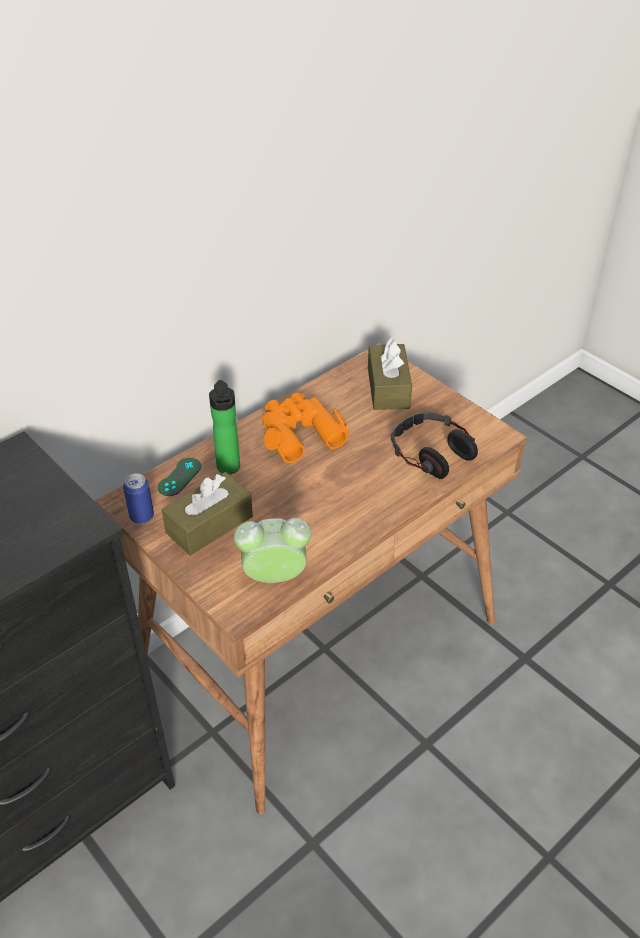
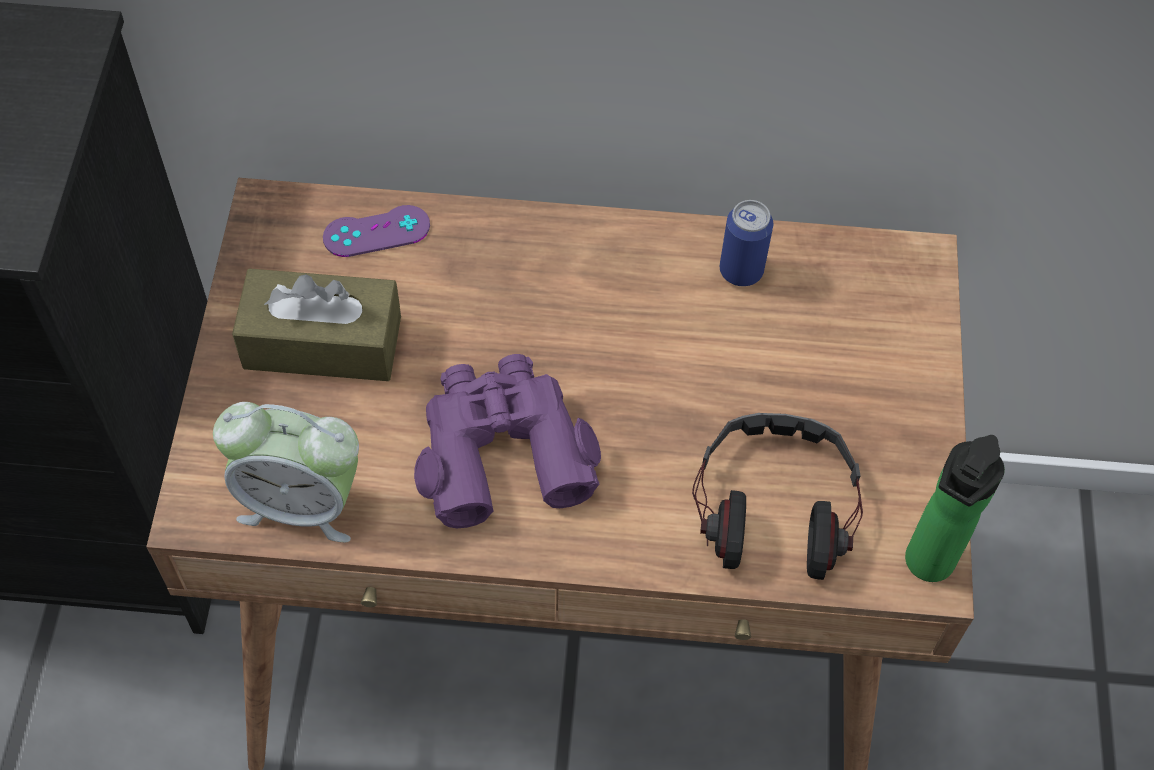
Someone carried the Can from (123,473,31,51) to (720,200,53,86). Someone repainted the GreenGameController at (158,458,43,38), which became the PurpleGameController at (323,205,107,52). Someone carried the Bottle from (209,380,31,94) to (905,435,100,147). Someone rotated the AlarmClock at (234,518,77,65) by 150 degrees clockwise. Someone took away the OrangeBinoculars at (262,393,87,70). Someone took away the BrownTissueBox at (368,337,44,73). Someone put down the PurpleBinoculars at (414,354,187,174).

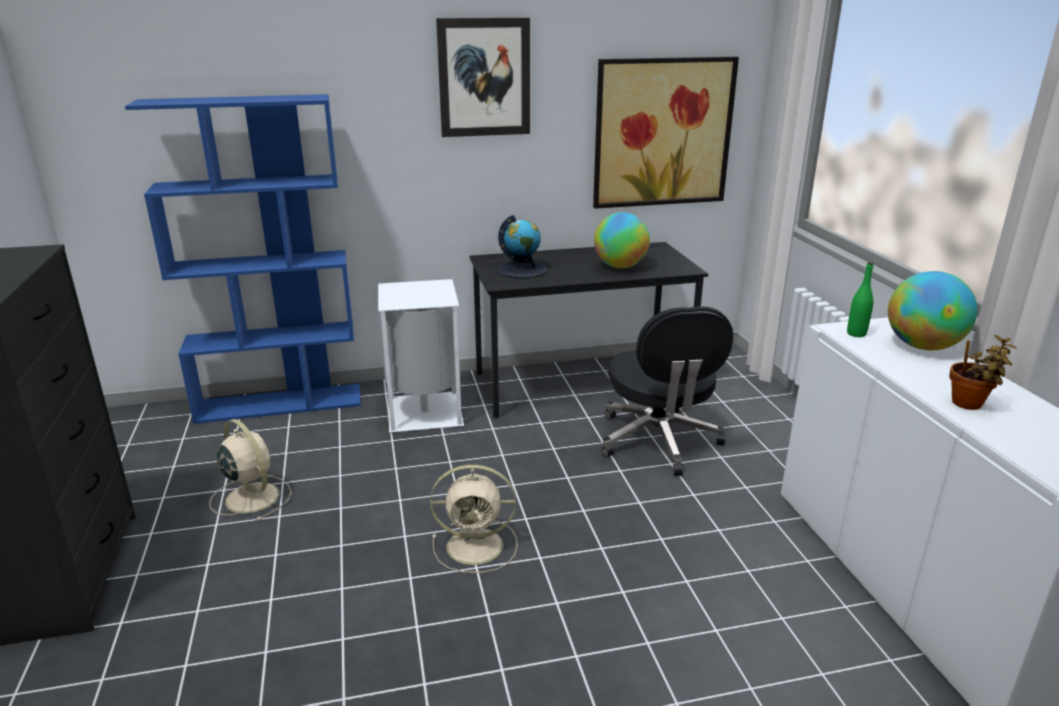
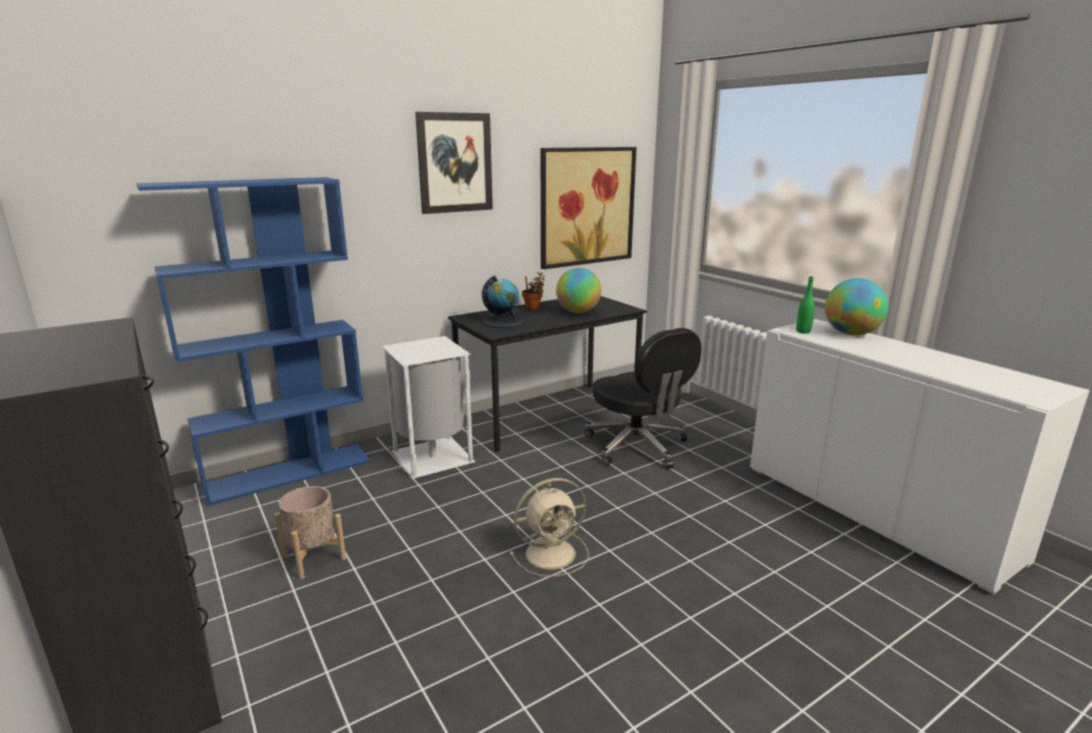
Someone swapped the BeigeFan at (209,419,83,102) for the BeigePlanter at (274,486,72,93). Someone carried the PottedPlant from (949,334,68,76) to (522,272,22,38).

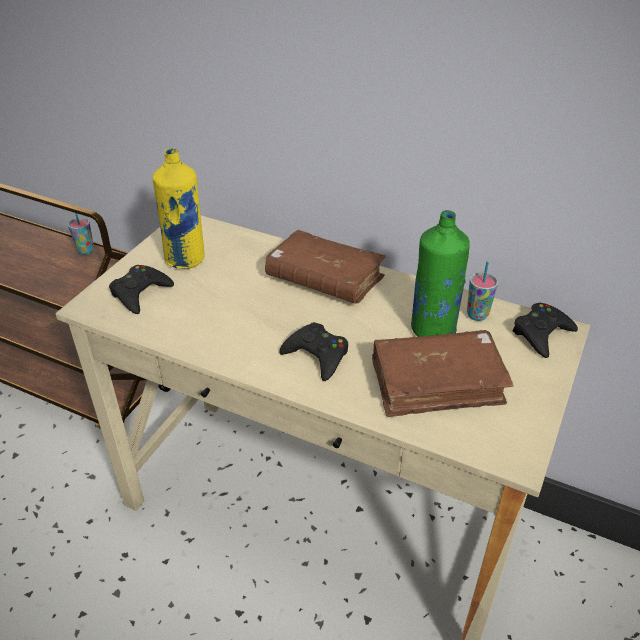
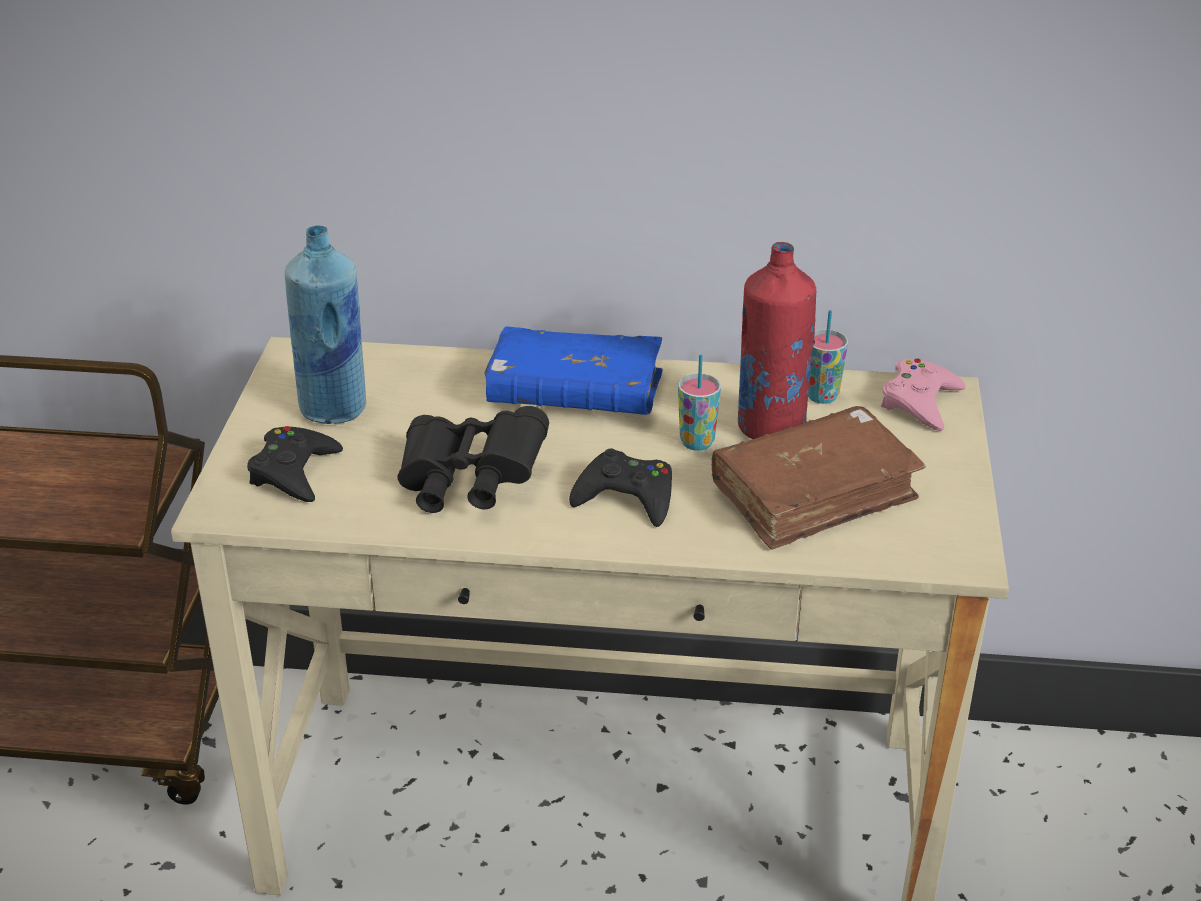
Someone carried the Cup from (68,213,26,42) to (678,354,43,97). Someone repainted the YellowBottle at (153,148,52,121), which became the BlueBottle at (285,225,81,199). Someone repainted the BrownBook at (265,230,121,74), which became the BlueBook at (485,326,177,89). Someone repainted the GreenBottle at (411,210,59,127), which became the RedBottle at (738,242,78,197). Someone repainted the BlackGameController at (512,303,66,55), which became the PinkGameController at (881,359,85,72). Someone put down the BlackBinoculars at (397,406,152,107).

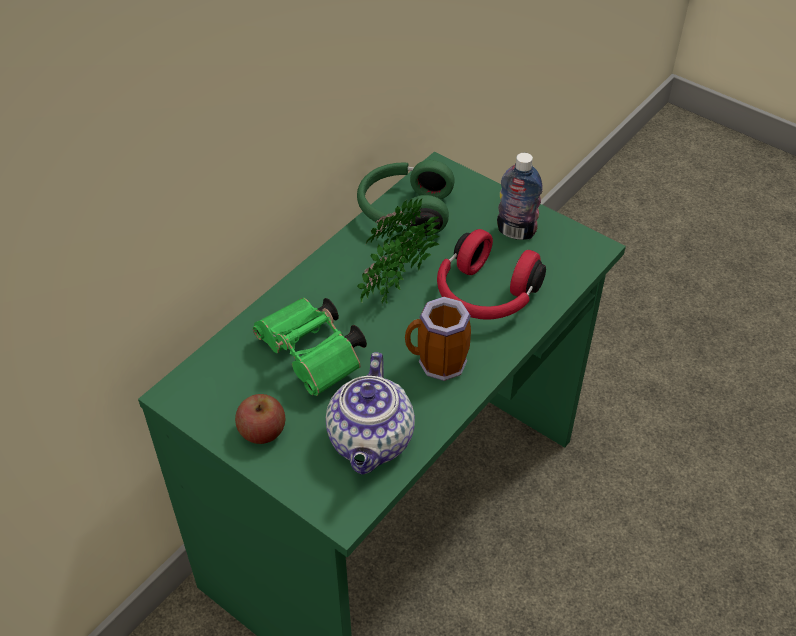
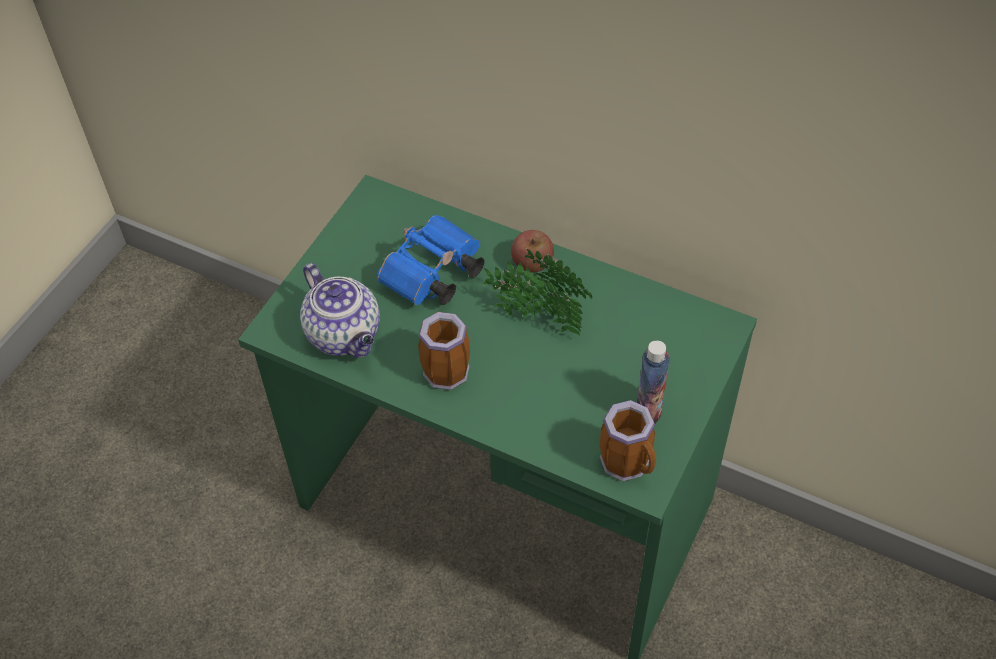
Someone carried the Apple from (235,394,50,50) to (511,230,43,43). Someone repainted the GreenBinoculars at (253,298,114,98), which became the BlueBinoculars at (377,215,108,90). Someone rotated the Teapot at (326,352,89,123) by 120 degrees counterclockwise. Someone took away the GreenHeadphones at (357,160,98,76). Someone took away the RedHeadphones at (437,229,109,90). Someone put down the Mug at (600,400,56,81).

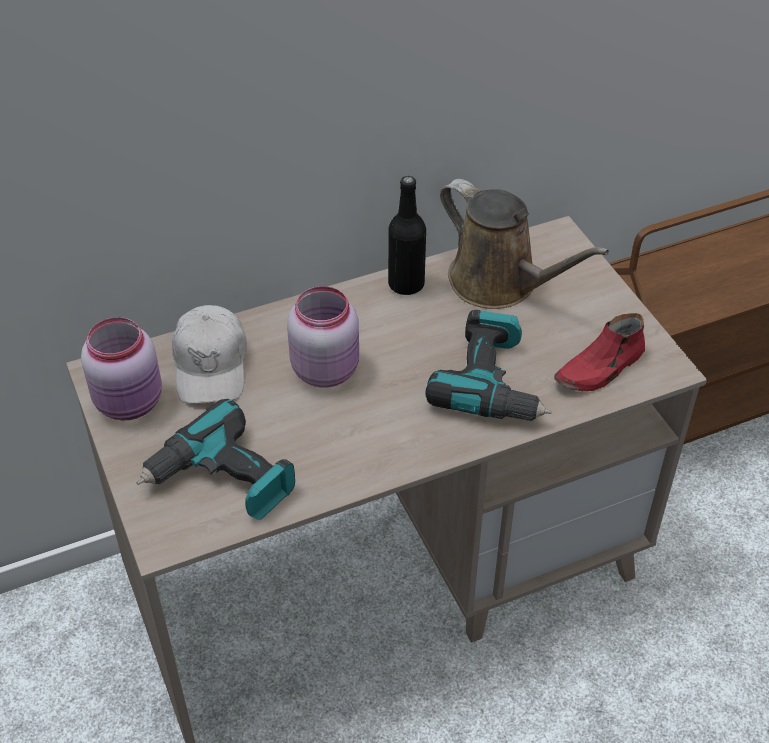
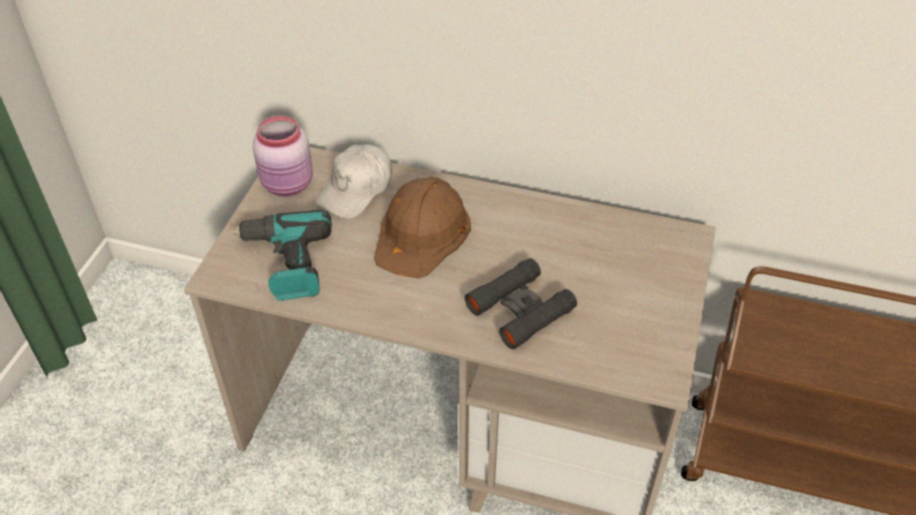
Someone swapped the PinkJar at (287,286,72,102) for the BrownHardHat at (374,177,97,102). Someone took away the BlackBottle at (388,176,38,119). Someone swapped the PowerDrill at (425,310,127,111) for the BlackBinoculars at (465,258,112,91). Someone took away the BrownWateringCan at (440,179,169,130). Someone took away the RedShoe at (554,313,91,78).

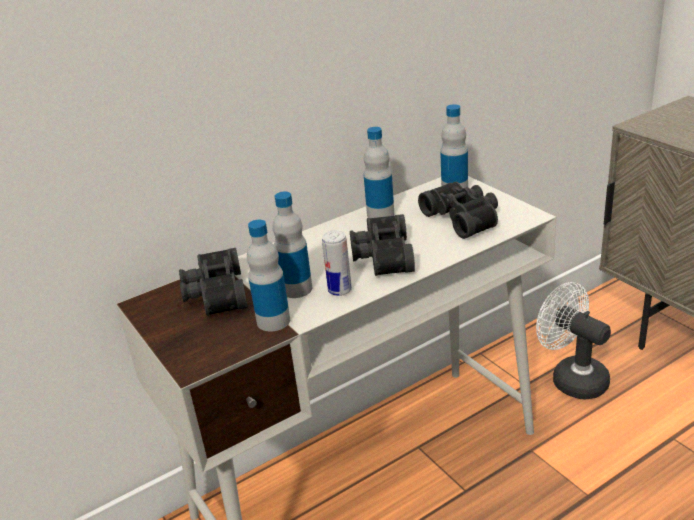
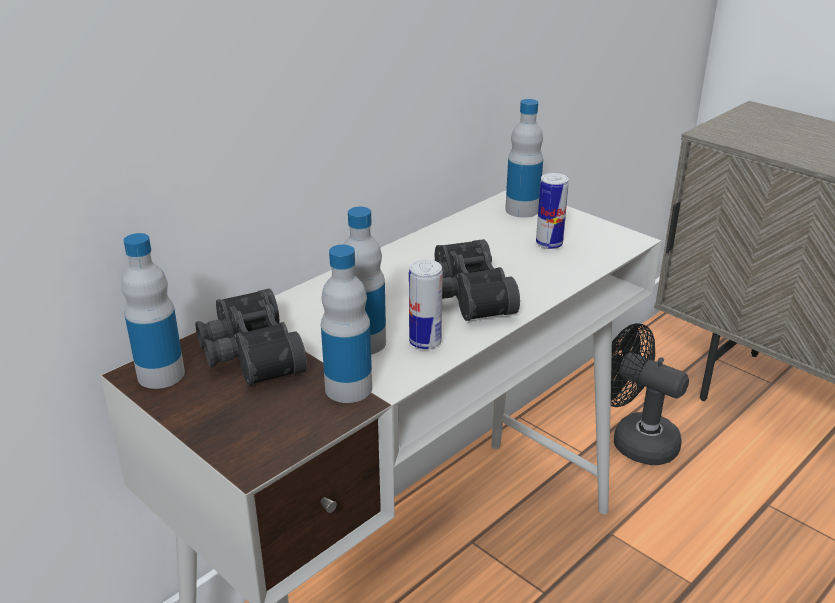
Someone carried the Bottle from (364,127,30,91) to (122,233,63,156). Someone swapped the BlackBinoculars at (418,182,80,57) for the Can at (536,173,33,76). Someone repainted the WhiteFan at (536,282,75,117), which became the BlackFan at (611,323,78,142).

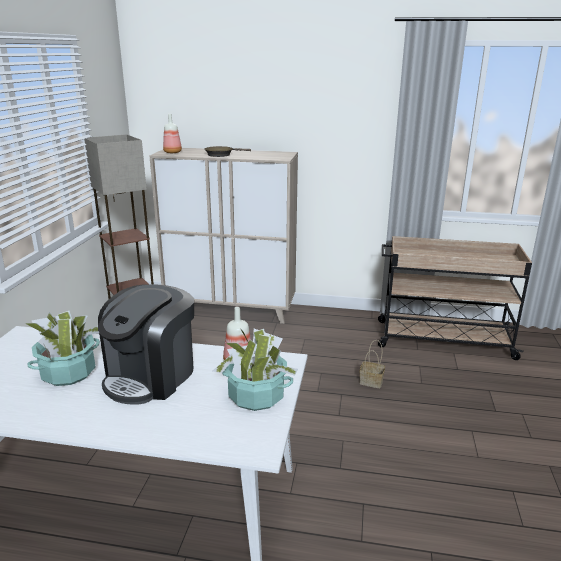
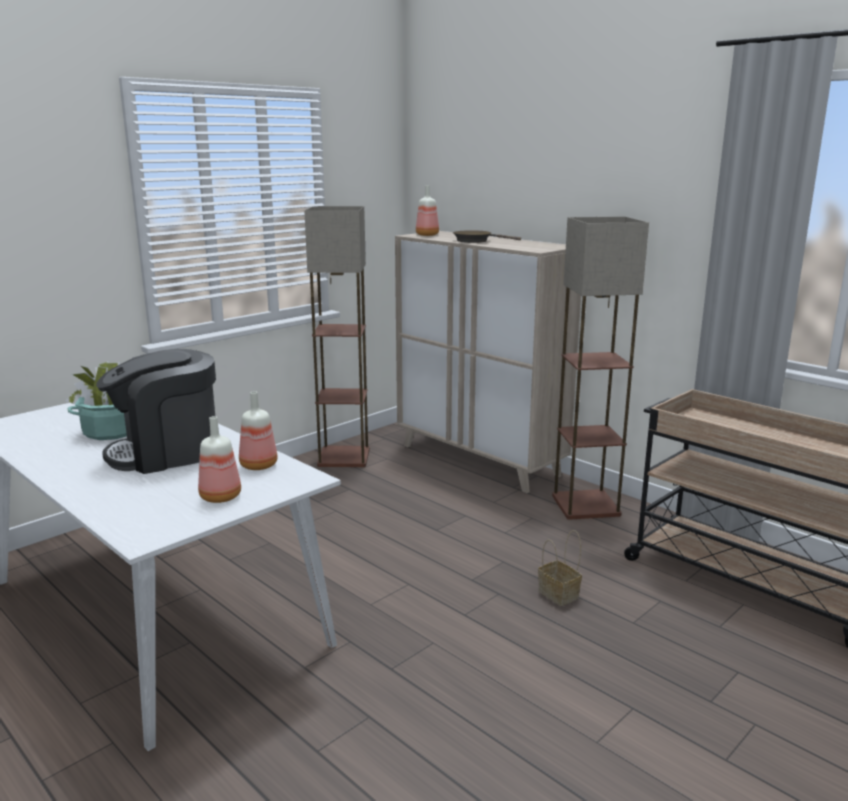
Someone swapped the PottedPlant at (213,328,85,83) for the Bottle at (198,416,43,87). Someone put down the FloorLamp at (552,217,97,303).

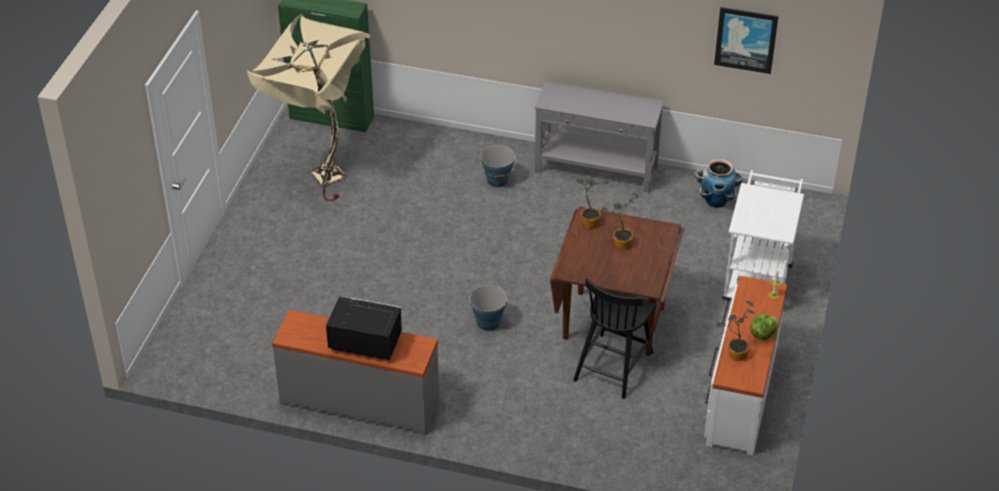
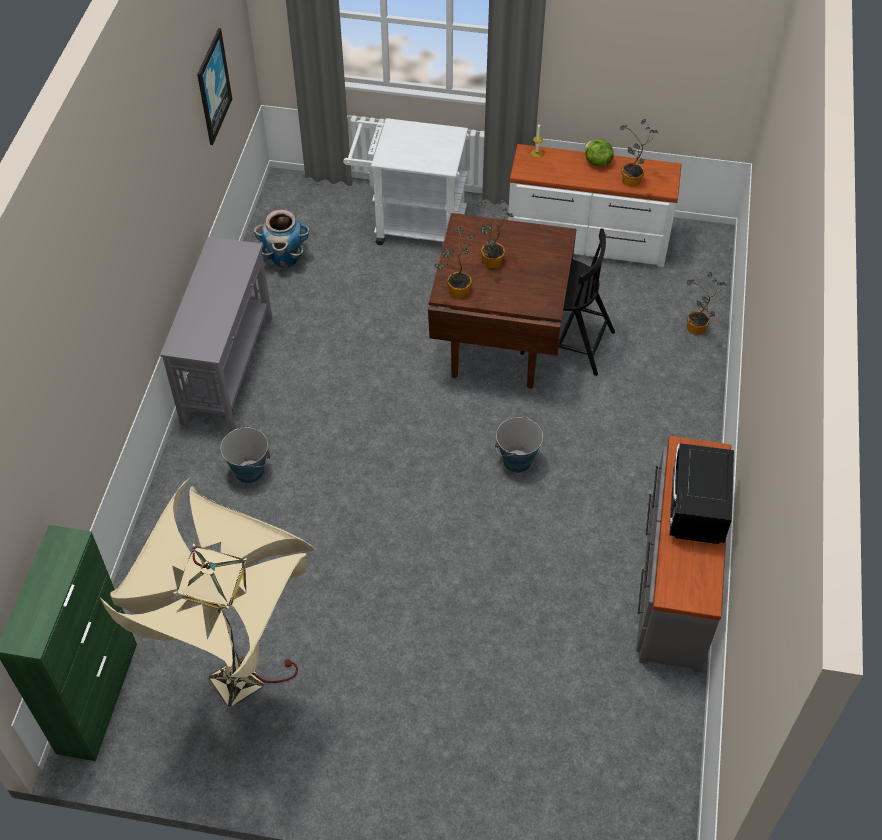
Someone put down the PottedPlant at (687,272,39,63).

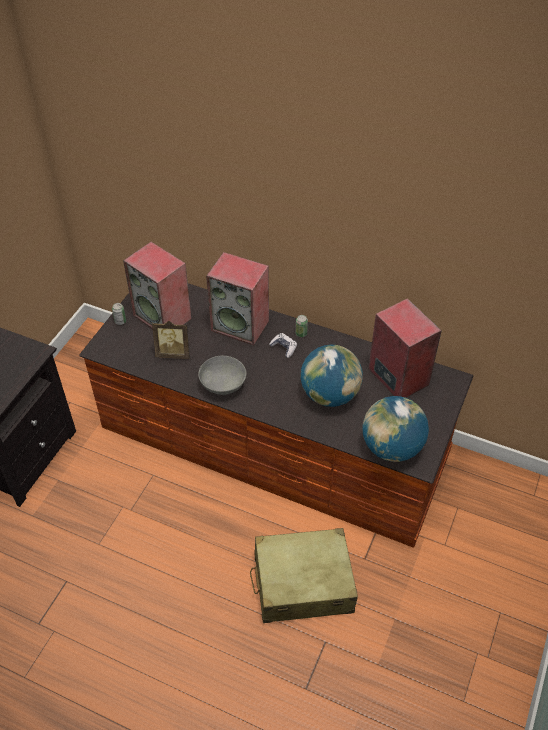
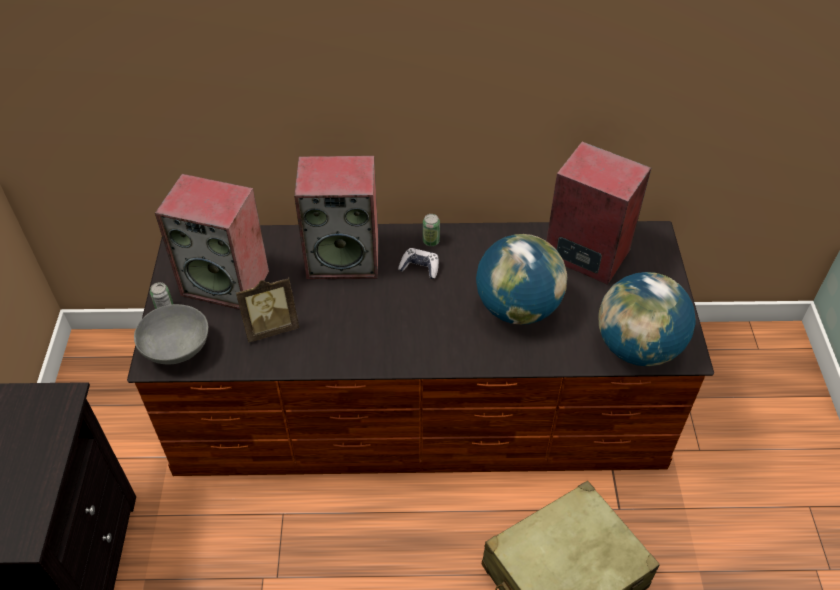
Someone carried the GreyBowl from (198,356,48,39) to (134,304,74,60).

